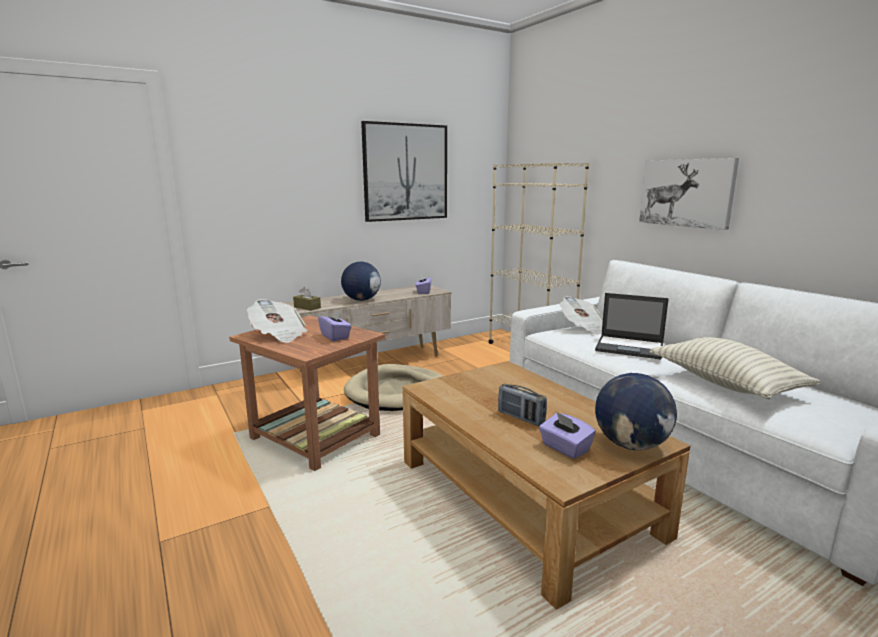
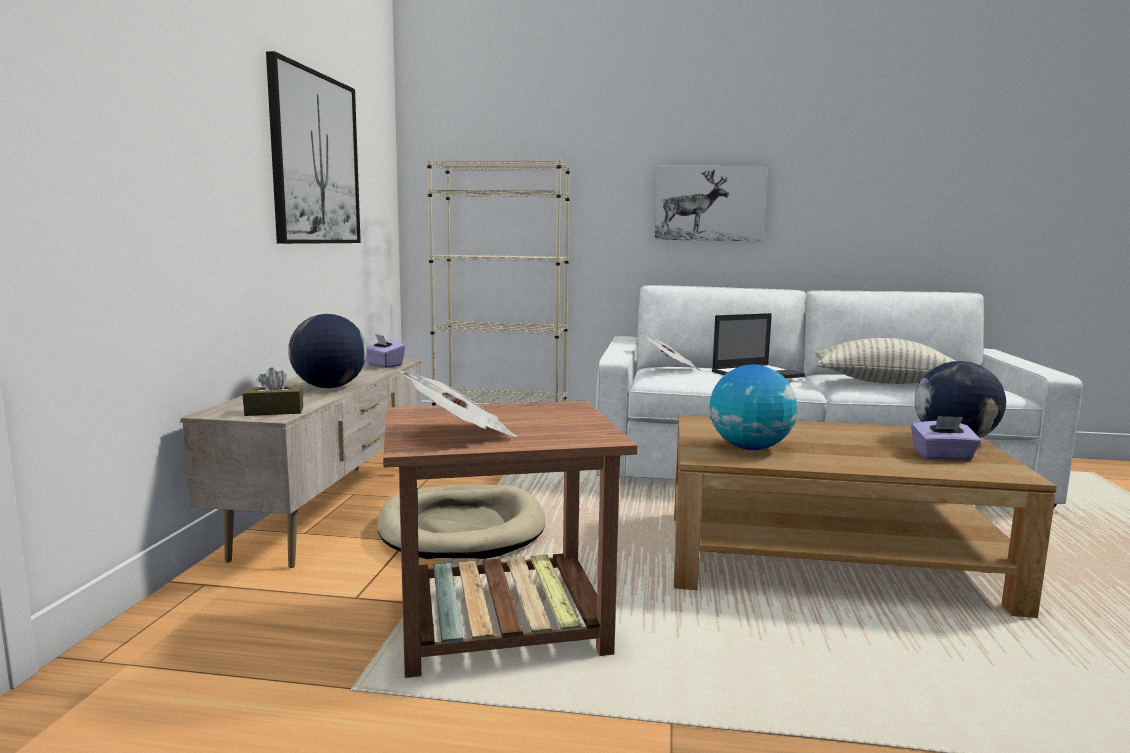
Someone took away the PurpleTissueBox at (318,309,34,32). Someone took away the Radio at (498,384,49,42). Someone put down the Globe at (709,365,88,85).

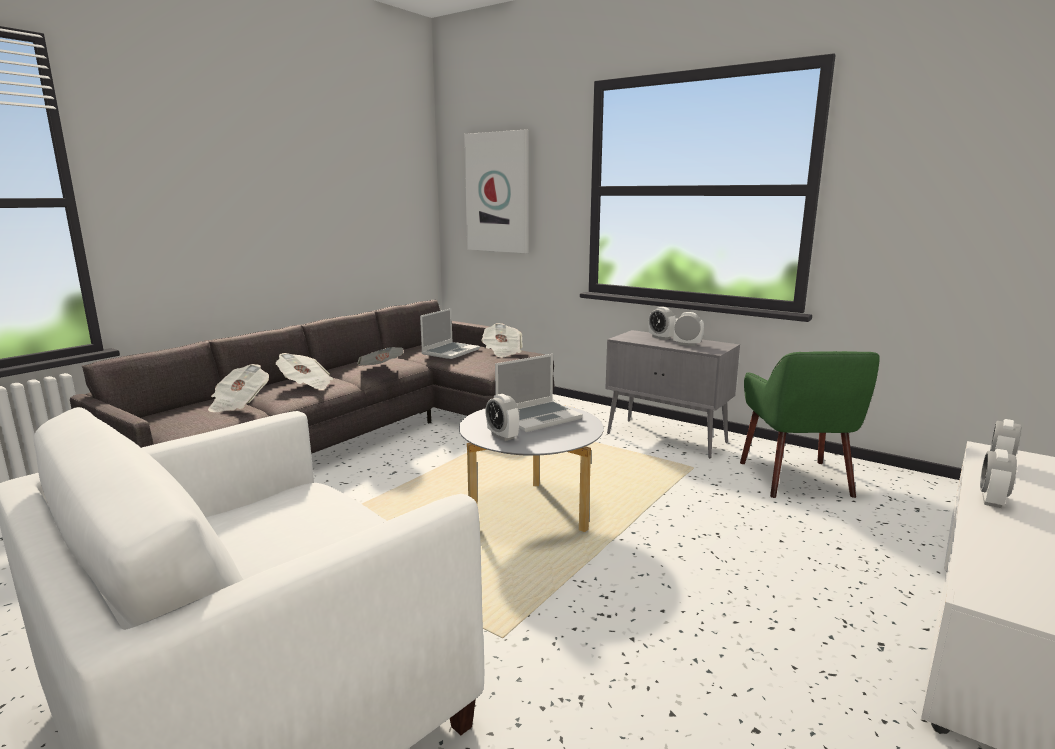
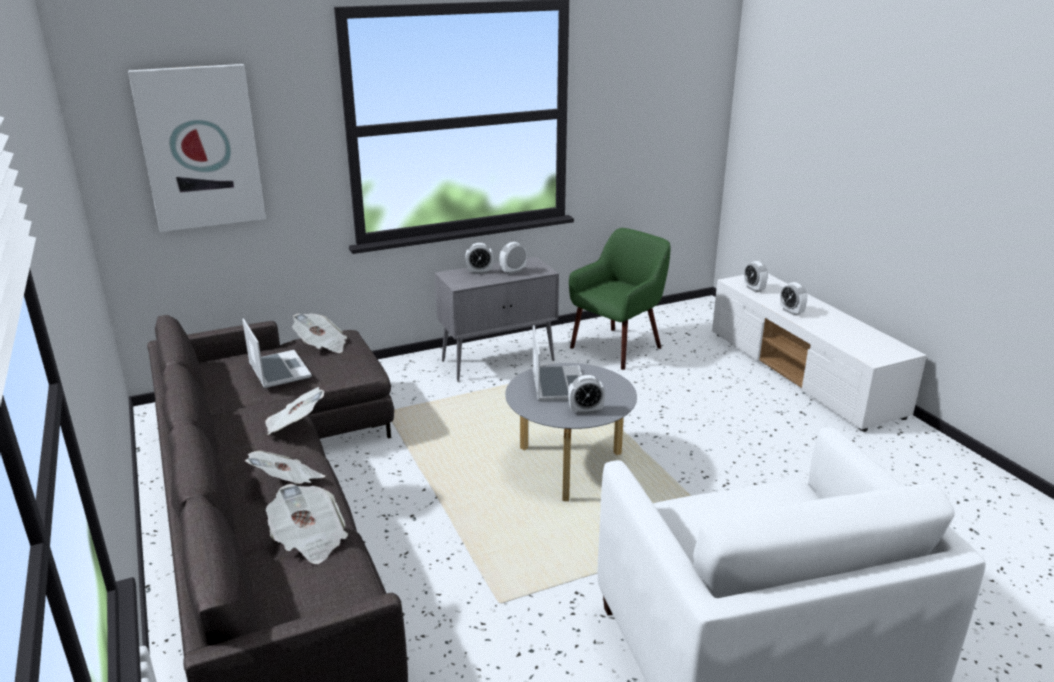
Someone rotated the GreenArmchair at (740,351,140,147) by 75 degrees counterclockwise.

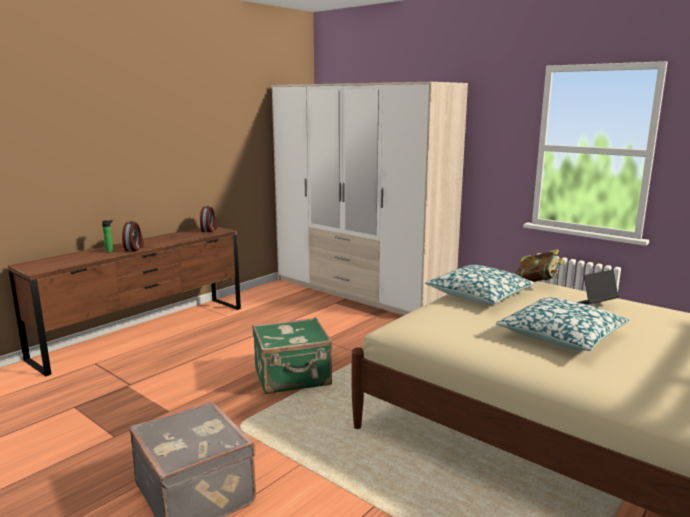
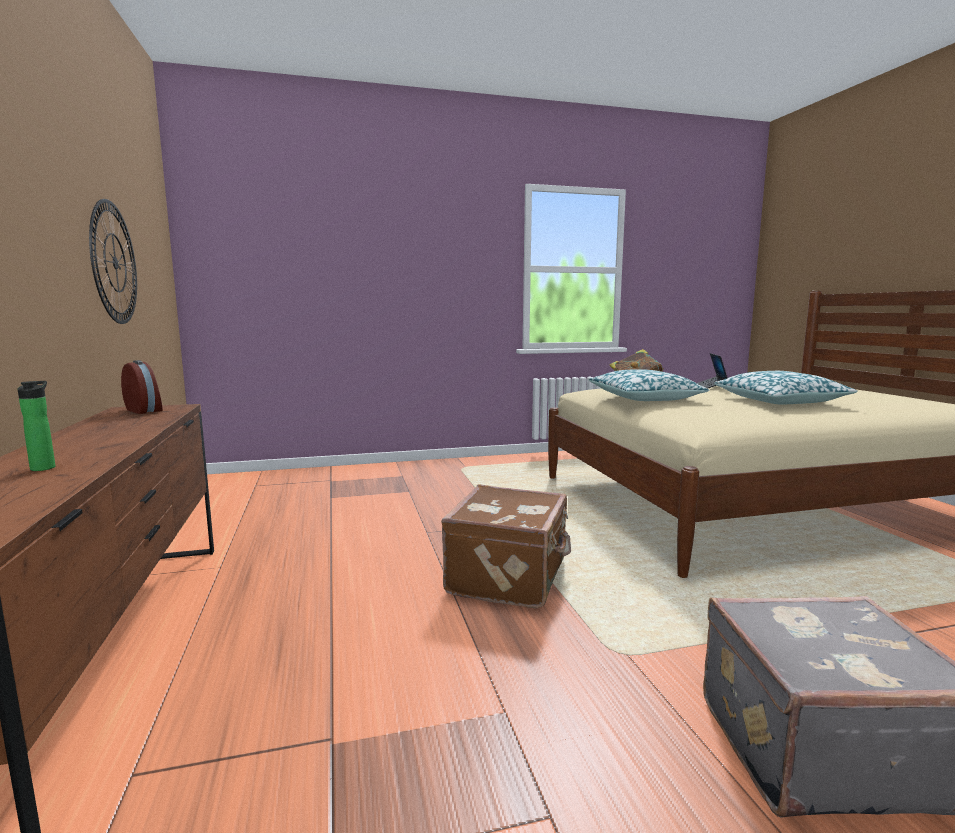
Someone took away the AlarmClock at (122,221,22,30). Someone repainted the GreenSuitcase at (252,317,81,77), which became the BrownSuitcase at (441,484,130,124). Someone took away the Wardrobe at (271,82,197,233). Someone put up the WallClock at (89,199,48,125).

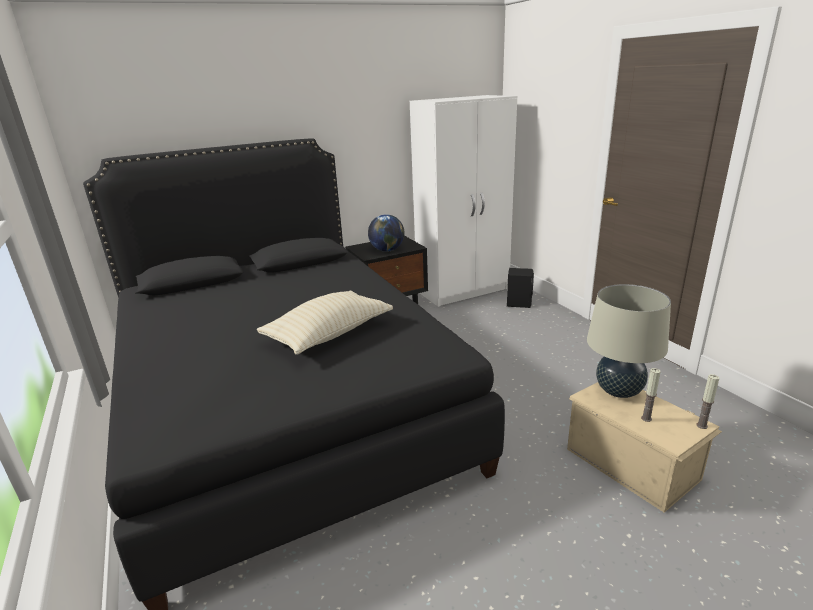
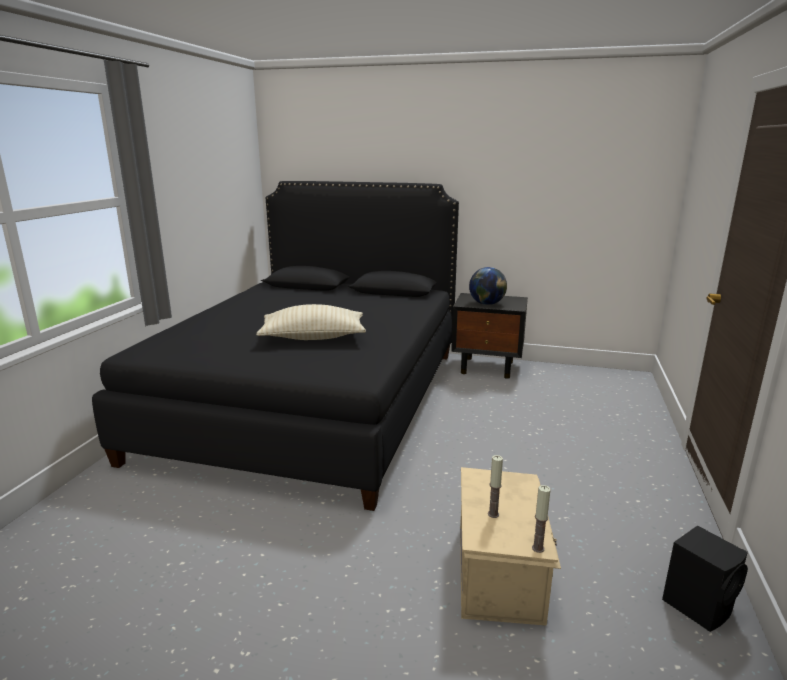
Someone took away the WhiteWardrobe at (410,95,107,212). Someone carried the BlackSpeaker from (507,268,27,40) to (662,525,86,107). Someone took away the BeigeTableLamp at (587,284,84,114).

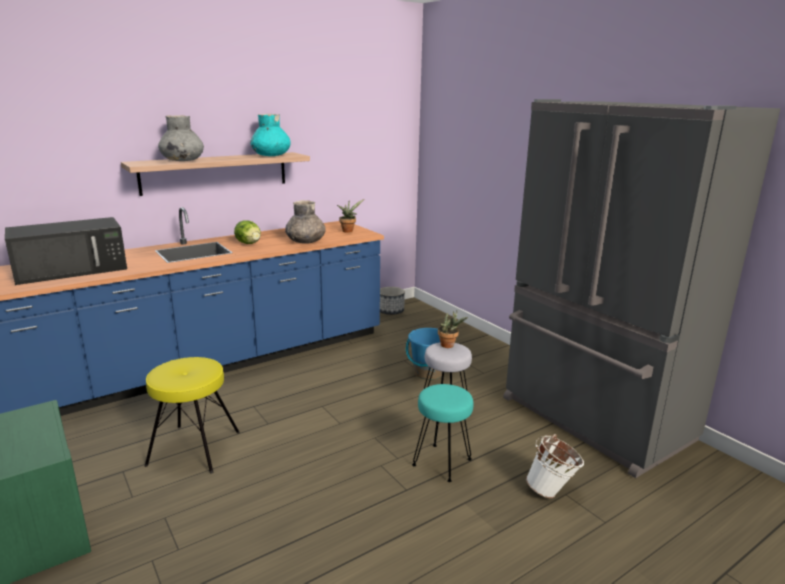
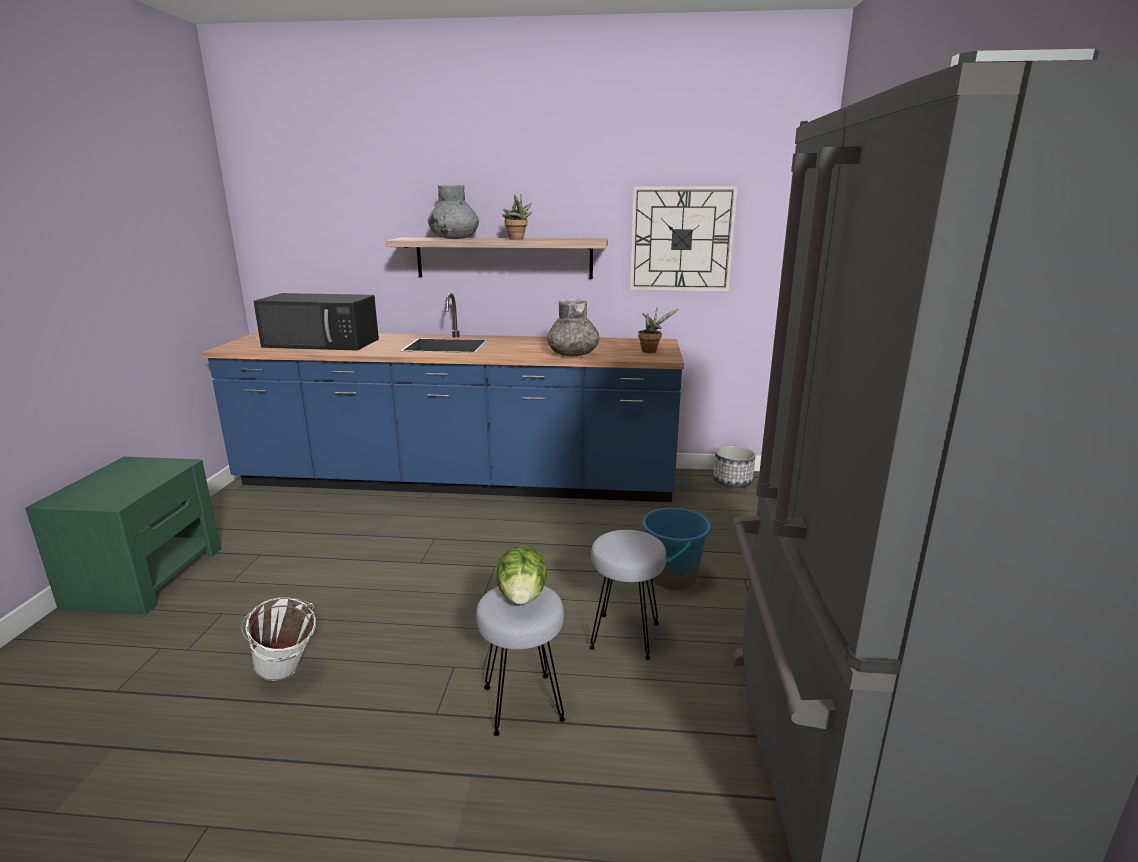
Someone took away the YellowStool at (145,357,95,116). Someone carried the Lettuce from (234,220,27,24) to (497,545,50,60). Someone took away the TurquoiseVase at (250,114,41,42). Someone repainted the TurquoiseStool at (412,384,62,98), which became the GreyStool at (476,586,89,150). Someone carried the PottedPlant from (438,311,30,37) to (502,195,31,45). Someone carried the WhiteBucket from (526,434,58,64) to (241,597,75,84). Someone put up the WallClock at (630,186,108,106).

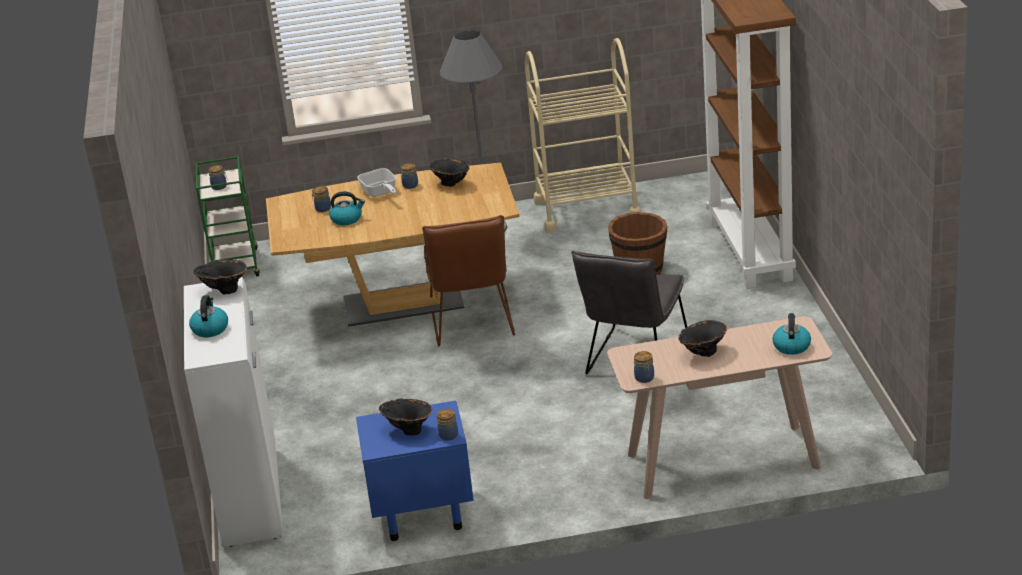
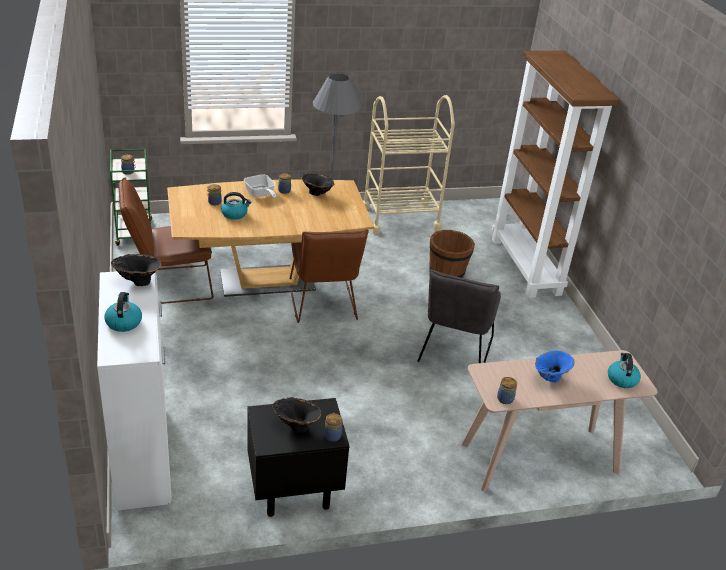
Someone repainted the BlueNightstand at (356,400,118,141), which became the BlackNightstand at (247,398,103,119). Someone repainted the BlackVase at (678,320,49,37), which became the BlueVase at (535,350,40,33). Someone put down the BrownChair at (118,177,95,127).

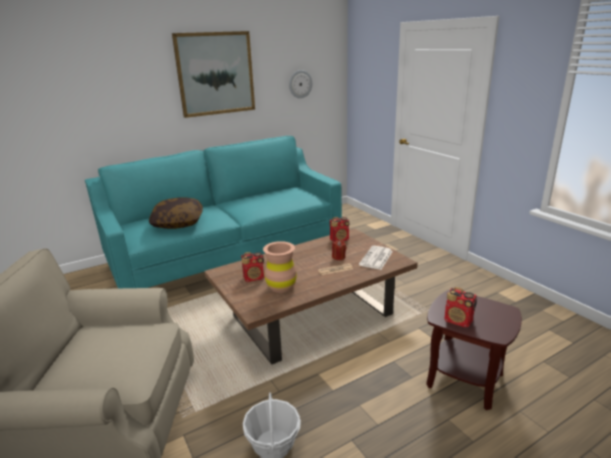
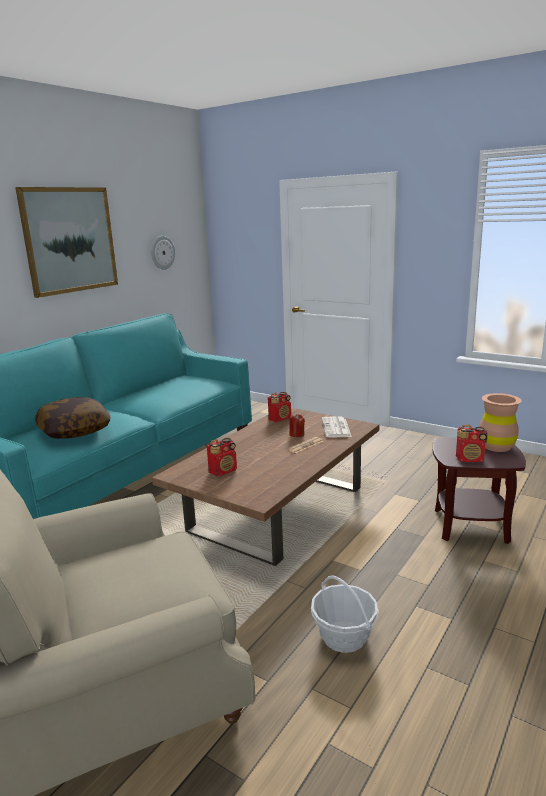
Someone carried the BrownVase from (263,241,34,52) to (479,393,43,59).

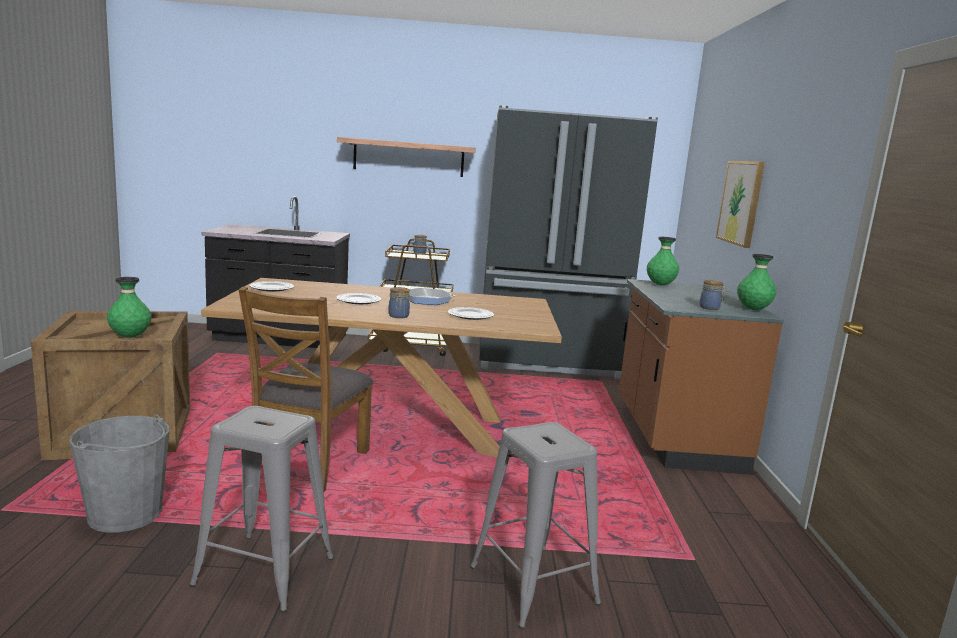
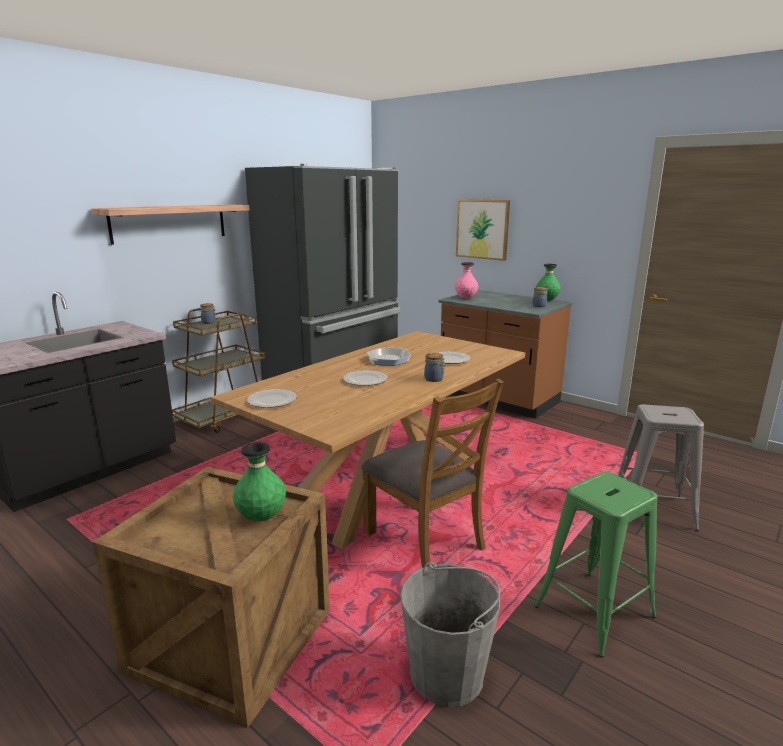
Someone repainted the GreyStool at (190,406,144,207), which became the GreenStool at (534,472,124,185). Someone repainted the GreenVase at (647,237,32,48), which became the PinkVase at (455,262,23,37).

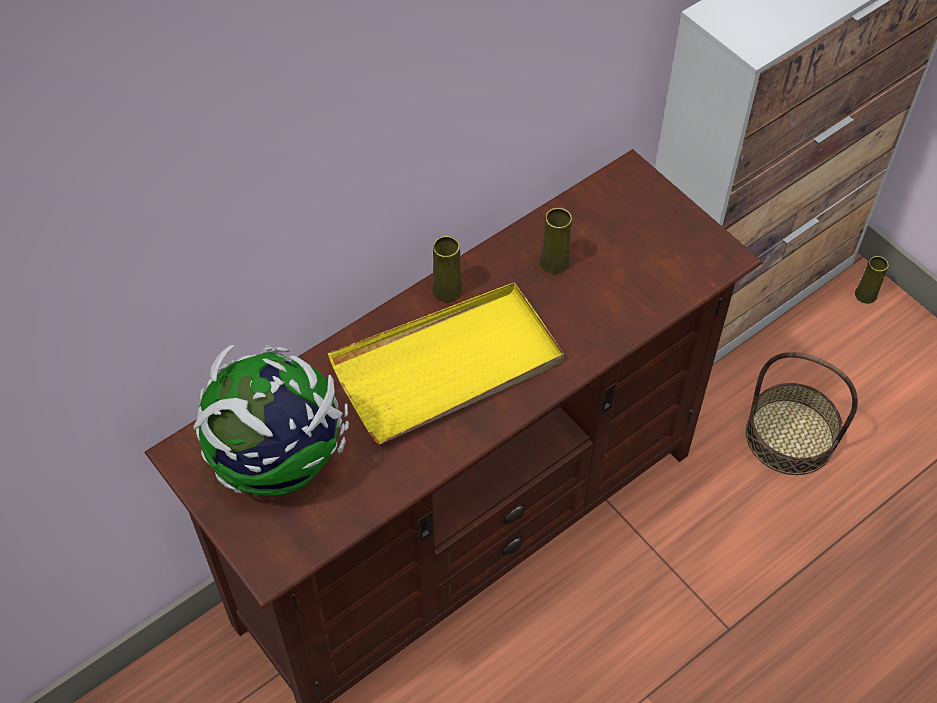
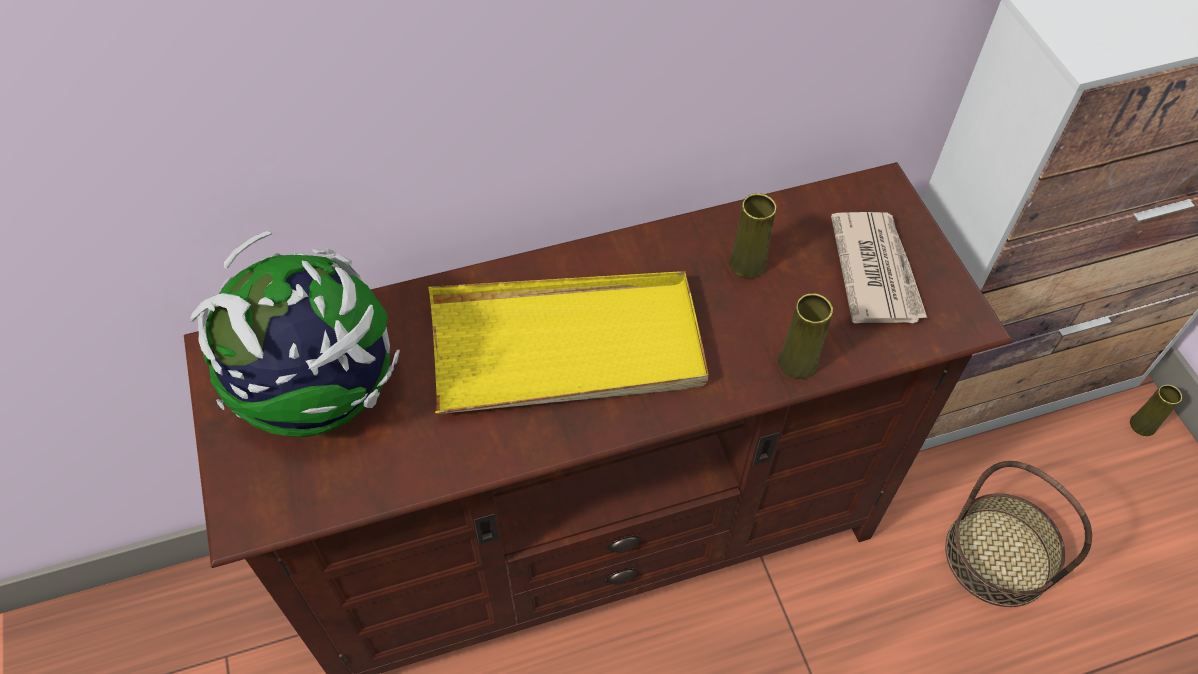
Someone carried the YellowVase from (432,236,30,66) to (778,294,55,85). Someone put down the Newspaper at (831,212,96,111).

